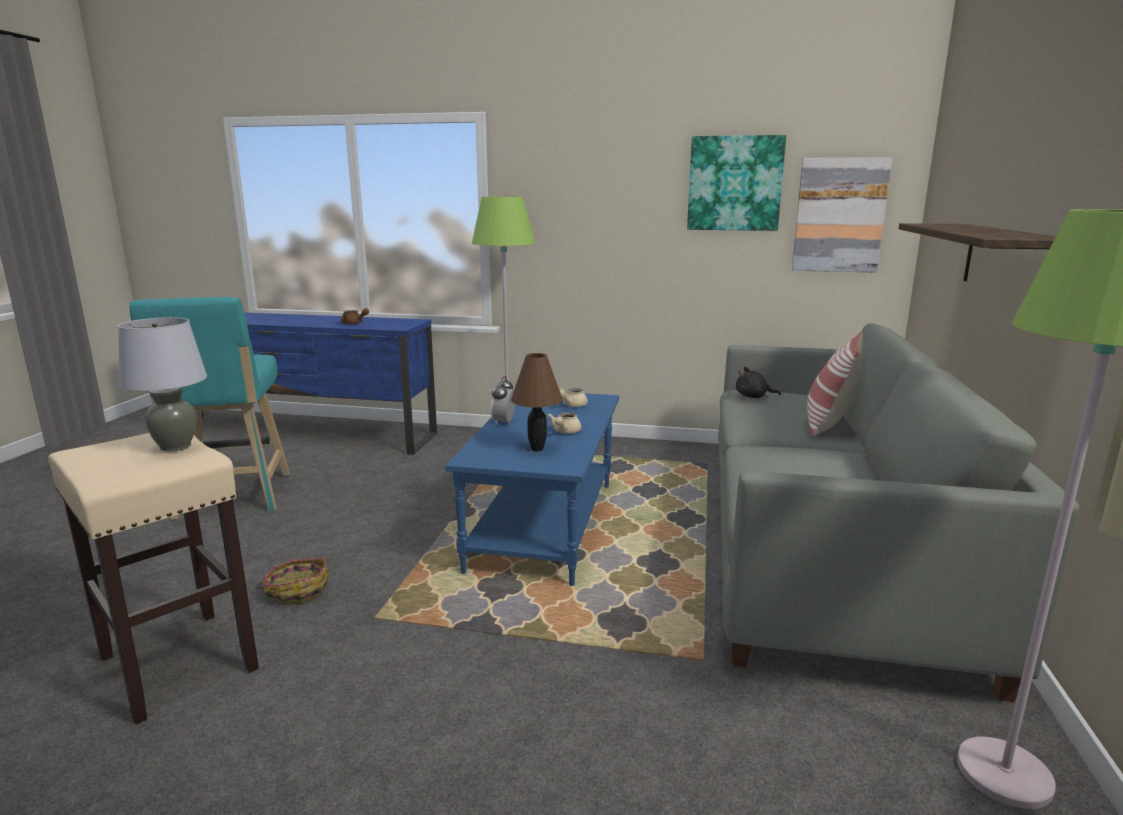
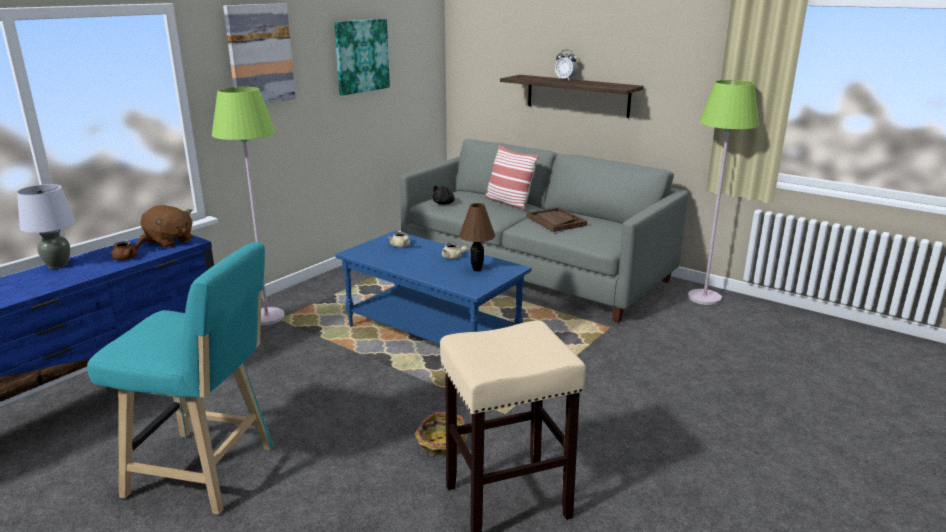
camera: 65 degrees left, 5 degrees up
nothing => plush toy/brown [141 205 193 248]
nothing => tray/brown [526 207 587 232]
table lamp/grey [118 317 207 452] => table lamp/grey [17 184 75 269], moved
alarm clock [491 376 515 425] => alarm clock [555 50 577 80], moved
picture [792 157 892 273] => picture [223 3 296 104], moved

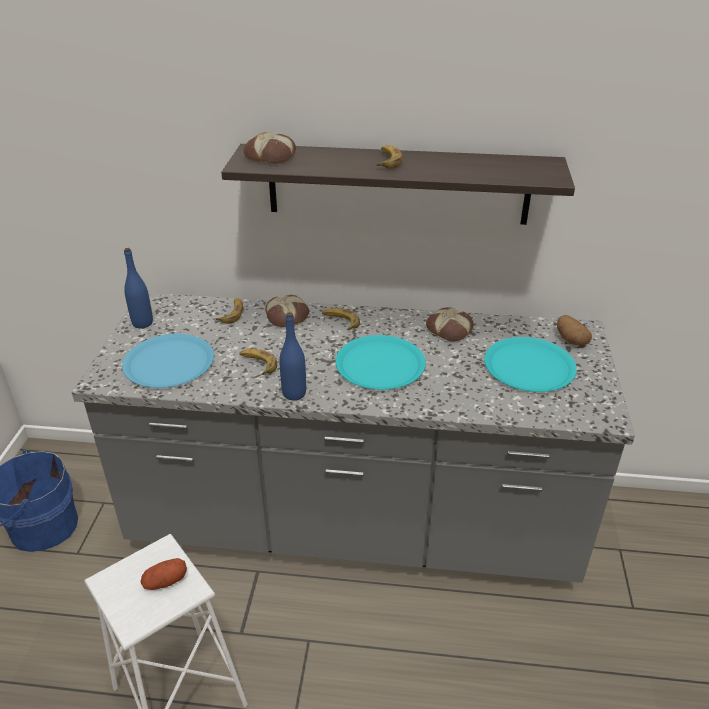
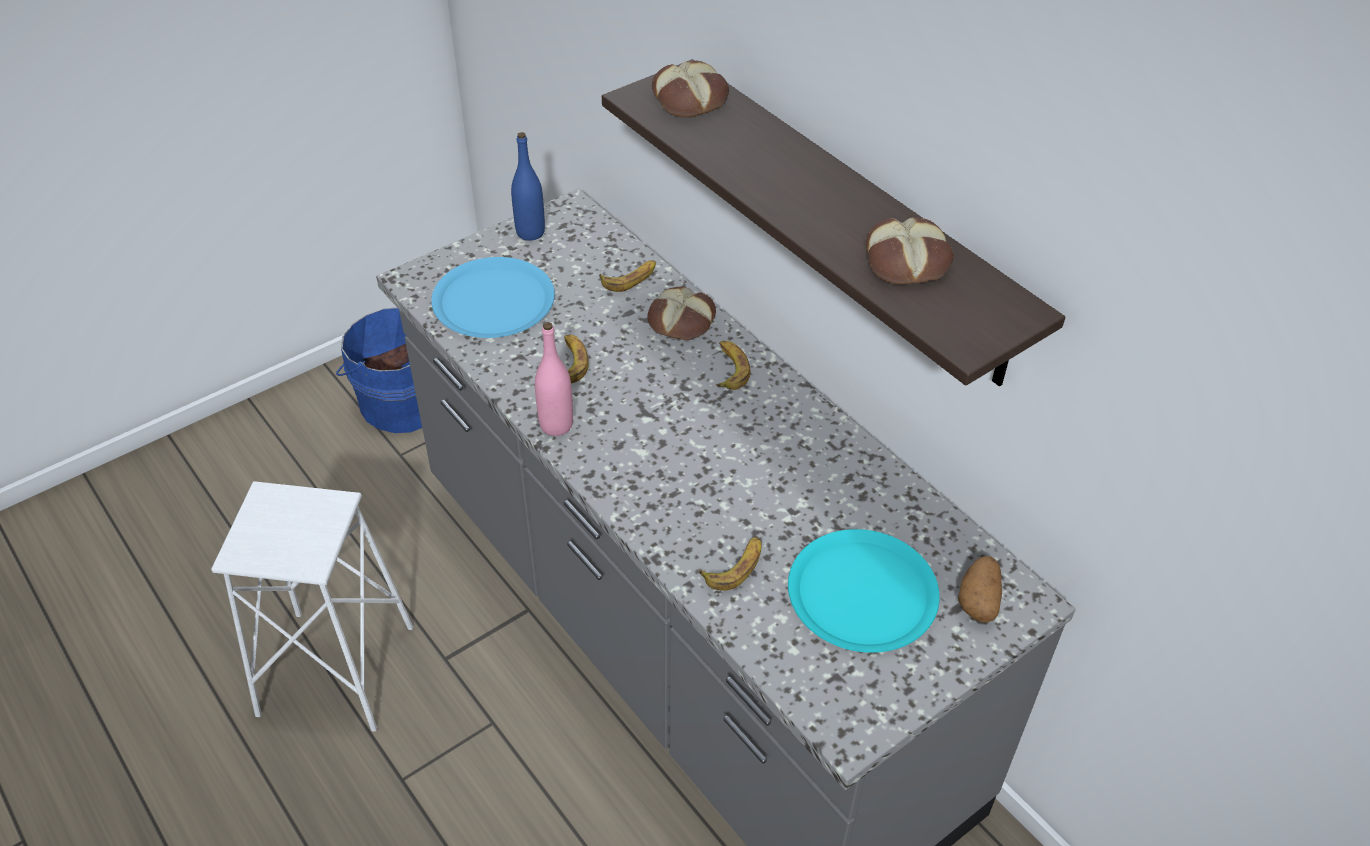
camera: 45 degrees right, 10 degrees up
potato [141 558 187 590] => nothing
plate/turquoise [335 335 426 390] => nothing
banana [376 145 403 169] => banana [699 537 761 591], moved
bread [426 307 474 341] => bread [866 217 954 285], moved
bottle/blue [279 312 306 400] => bottle/pink [535 322 573 436]

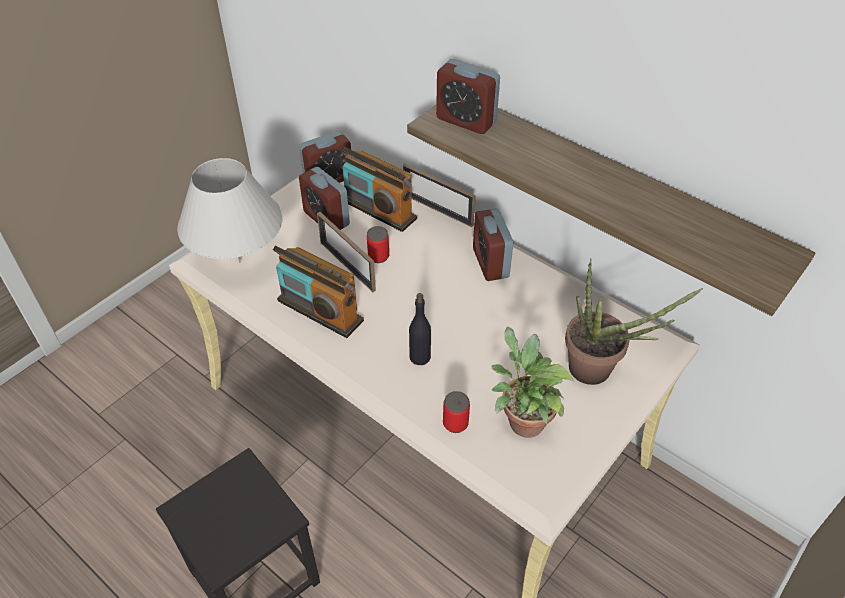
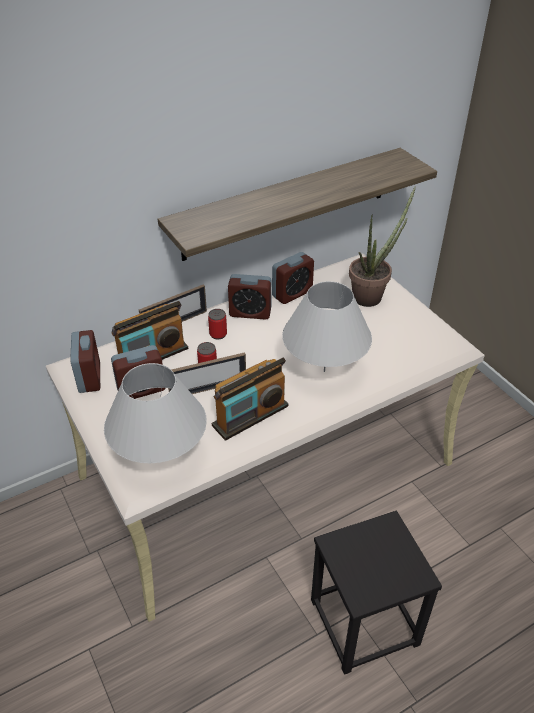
camera: 70 degrees left, 5 degrees down
potted plant [492 326 574 438] => nothing
alarm clock [436 59 500 134] => alarm clock [272 252 314 304], moved
can [443 391 470 433] => can [208 309 227 339], moved
bottle/black [409 293 431 365] => table lamp/white [282 281 372 372]

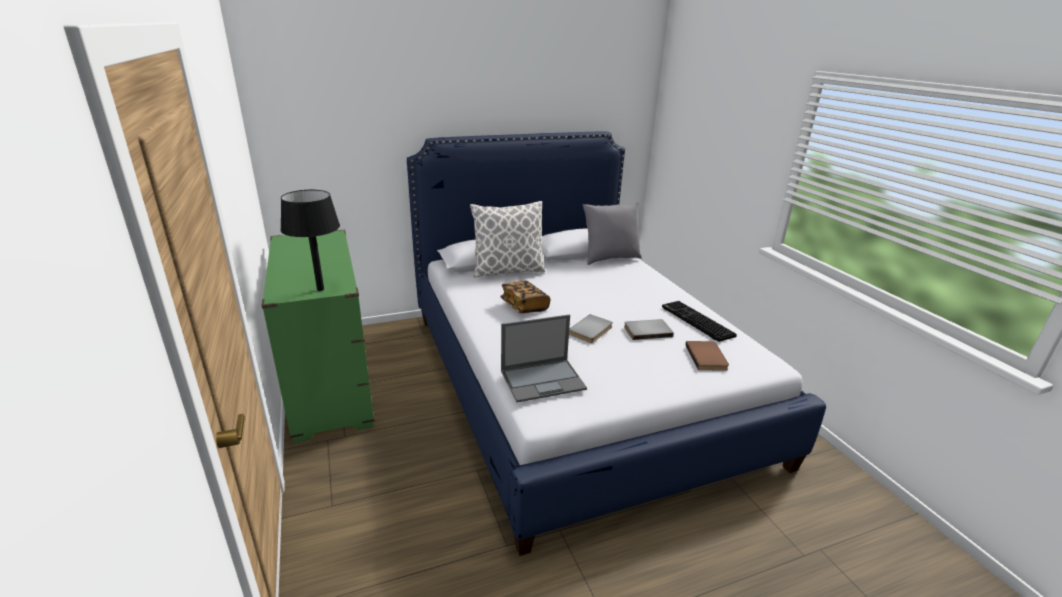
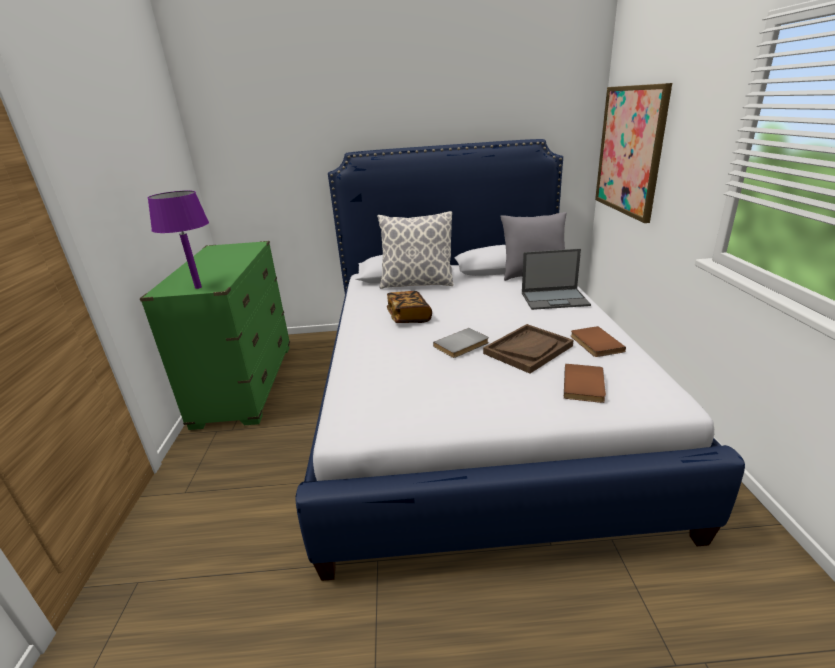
camera: 20 degrees right, 0 degrees up
nothing => picture [595 83 672 223]
laptop [501 314 587 402] => laptop [522 249 591 310], moved
book/grey [624 319 674 340] => tray/brown [483 324 574 374]
keyboard [662 301 737 342] => book/brown [571 326 626 357]
table lamp/black [280 190 340 291] => table lamp/purple [147 191 209 289]

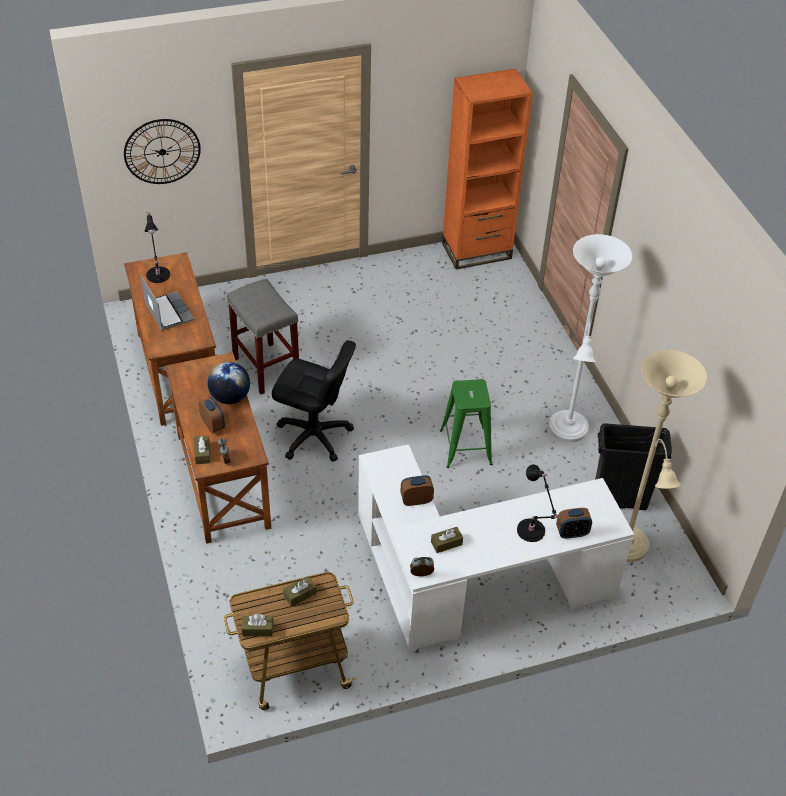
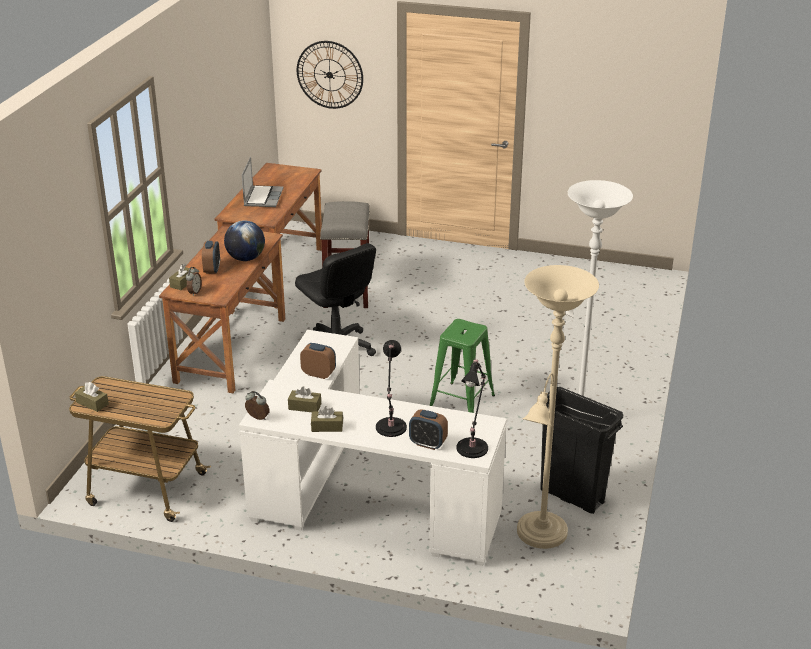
camera: 35 degrees right, 15 degrees down
bookcase/orange [442 68 533 269] => nothing
table lamp/black [144 212 170 283] => table lamp/black [457 358 488 458], moved
tissue box/brown [283 576 316 607] => tissue box/brown [311 406 343 432], moved

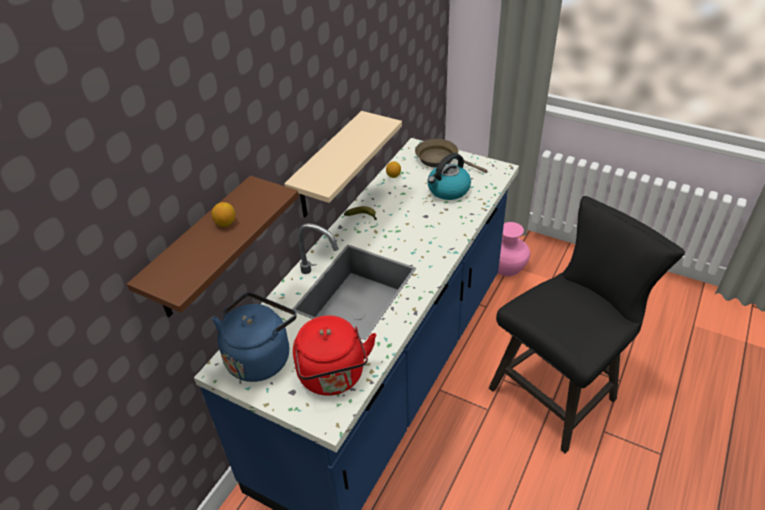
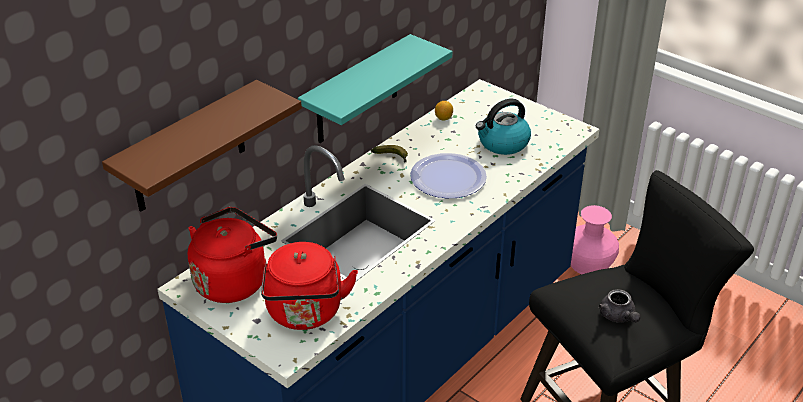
camera: 10 degrees right, 5 degrees down
lemon [212 202 235 227] => nothing
frying pan/brown [415 139 487 173] => nothing
nothing => plate [410 153 487 198]
nothing => teapot/grey [598 289 641 323]
kettle/blue [212 292 297 382] => kettle/red [188 207 277 303]
shelf/beige [284 111 402 217] => shelf/turquoise [298 34 452 143]

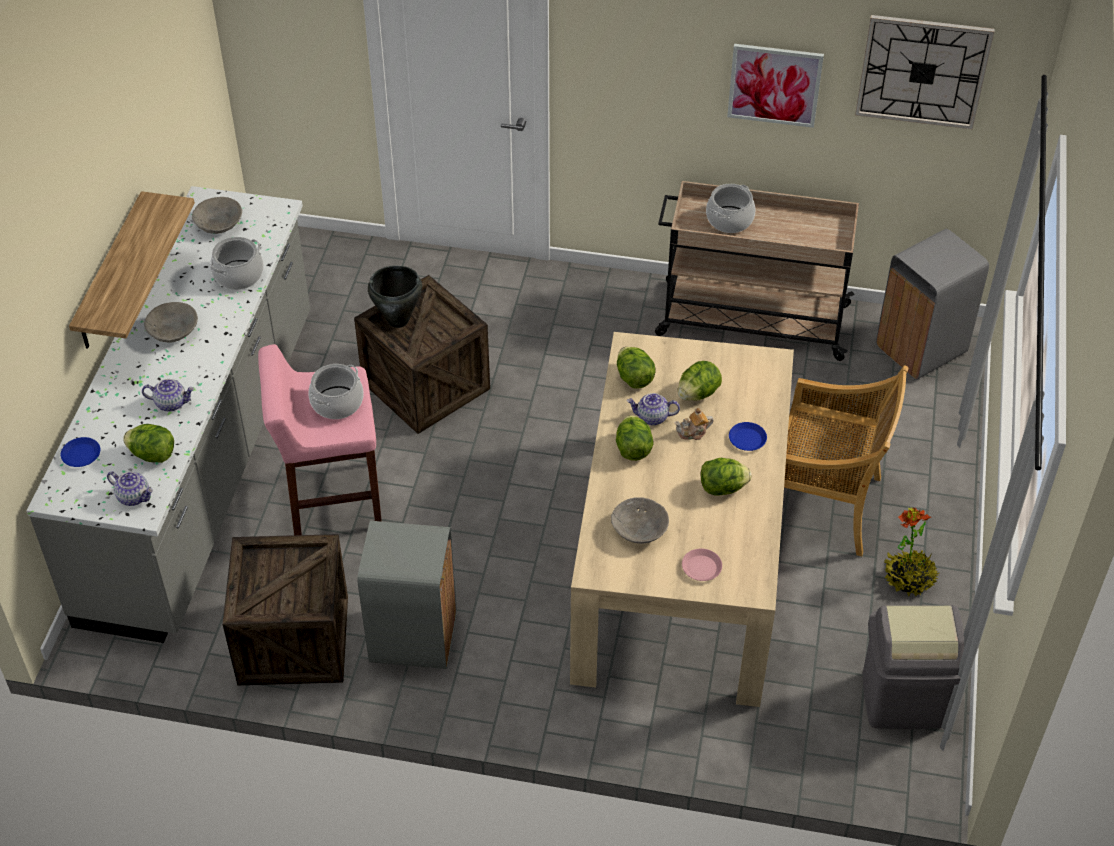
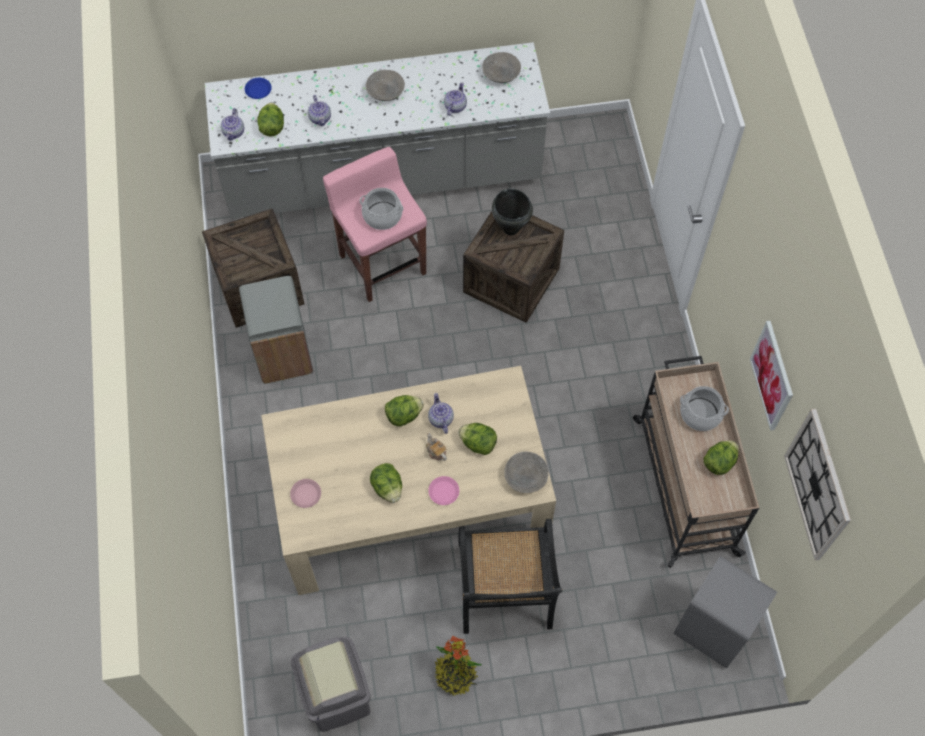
camera: 70 degrees right, 15 degrees up
shelf [69 191 195 349] => nothing
bowl/grey [611 497 669 544] => bowl/grey [504 452 549 493], moved
lettuce [617 347 656 389] => lettuce [704 440 739 475], moved
cooking pot [210 237 264 290] => teapot [444 82 467 116]
plate/blue [729 422 767 451] => plate/pink [428 476 459 505]
chair/beige [784 365 909 557] => chair/black [458 519 562 634]

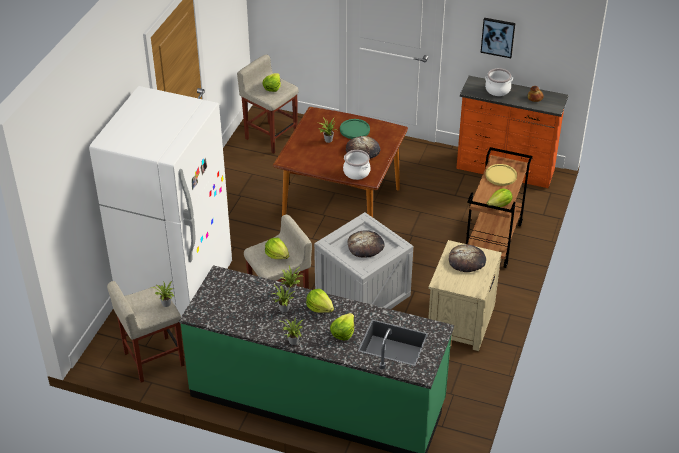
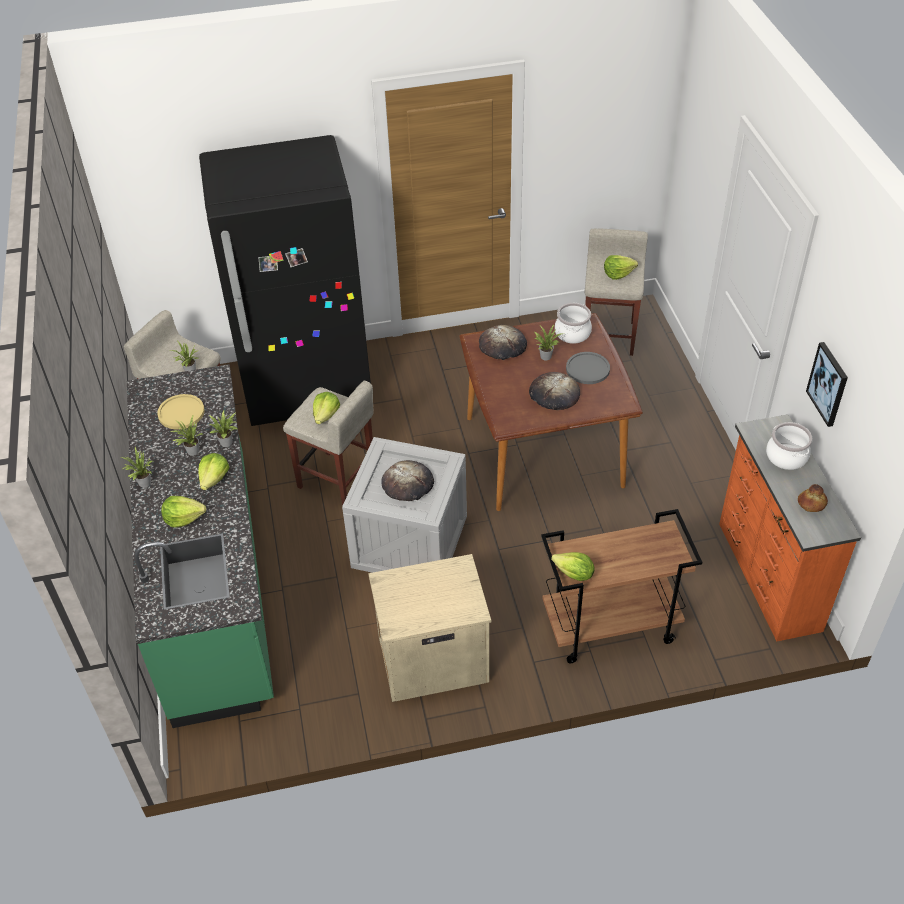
camera: 60 degrees right, 5 degrees up
cooking pot [343 150 371 180] => cooking pot [555 303 592 344], moved
bread [449 244 486 272] => bread [479 325 527 360], moved
plate/yellow [485 164 517 186] => plate/yellow [157 394 205 430], moved
fridge/white [89 86 232 316] => fridge/black [199 135 371 426]
plate/green [340 119 370 139] => plate/grey [566 352 610 384]

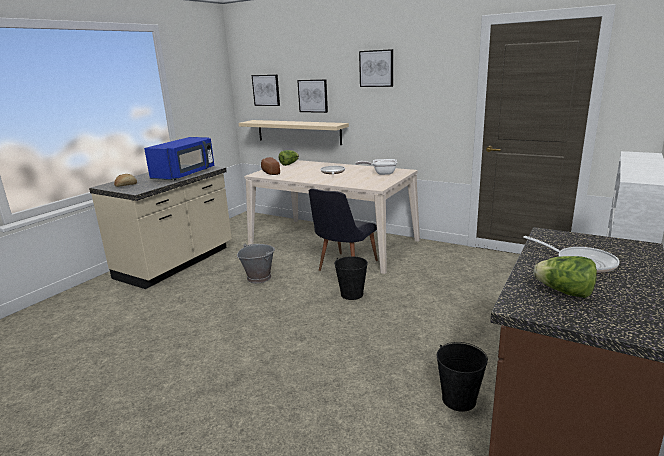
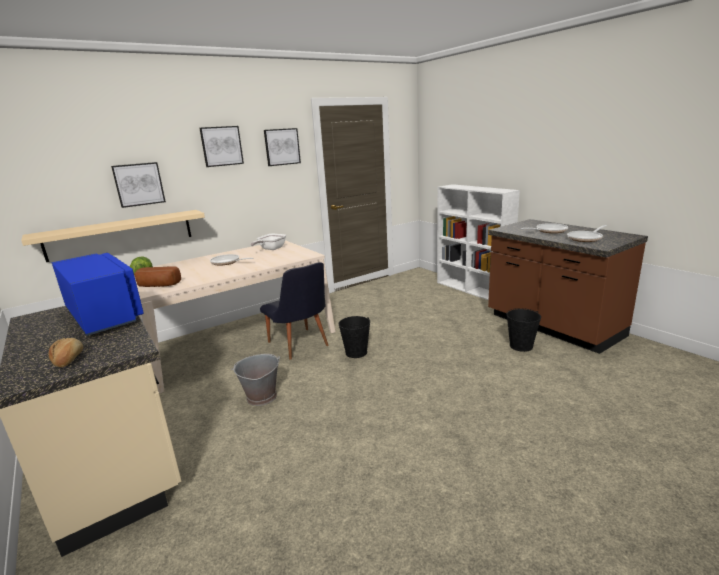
camera: 65 degrees left, 0 degrees up
picture [252 74 280 106] => picture [264 128 301 166], moved
lettuce [533 256 597 298] => frying pan [567 225 607 242]

